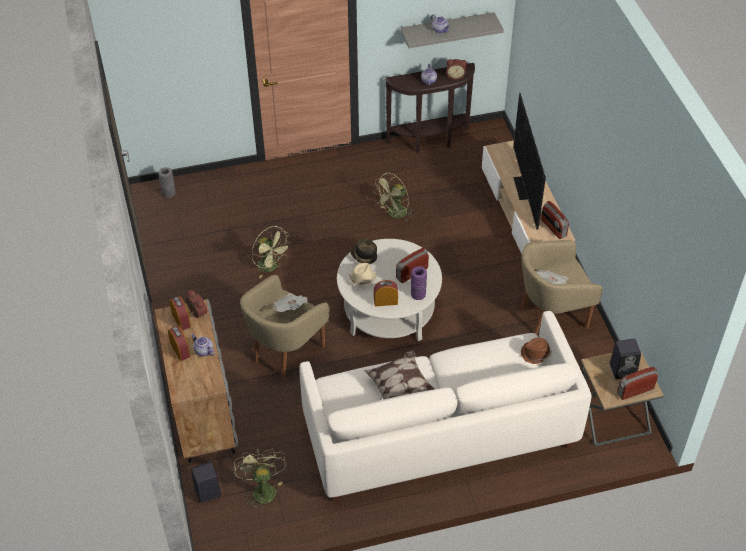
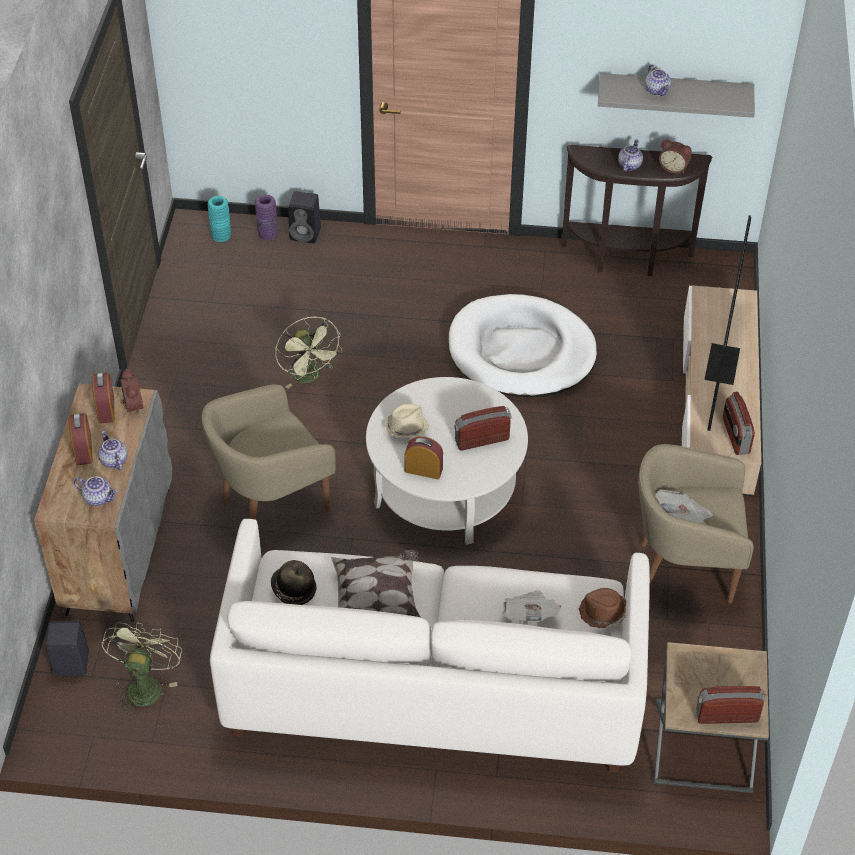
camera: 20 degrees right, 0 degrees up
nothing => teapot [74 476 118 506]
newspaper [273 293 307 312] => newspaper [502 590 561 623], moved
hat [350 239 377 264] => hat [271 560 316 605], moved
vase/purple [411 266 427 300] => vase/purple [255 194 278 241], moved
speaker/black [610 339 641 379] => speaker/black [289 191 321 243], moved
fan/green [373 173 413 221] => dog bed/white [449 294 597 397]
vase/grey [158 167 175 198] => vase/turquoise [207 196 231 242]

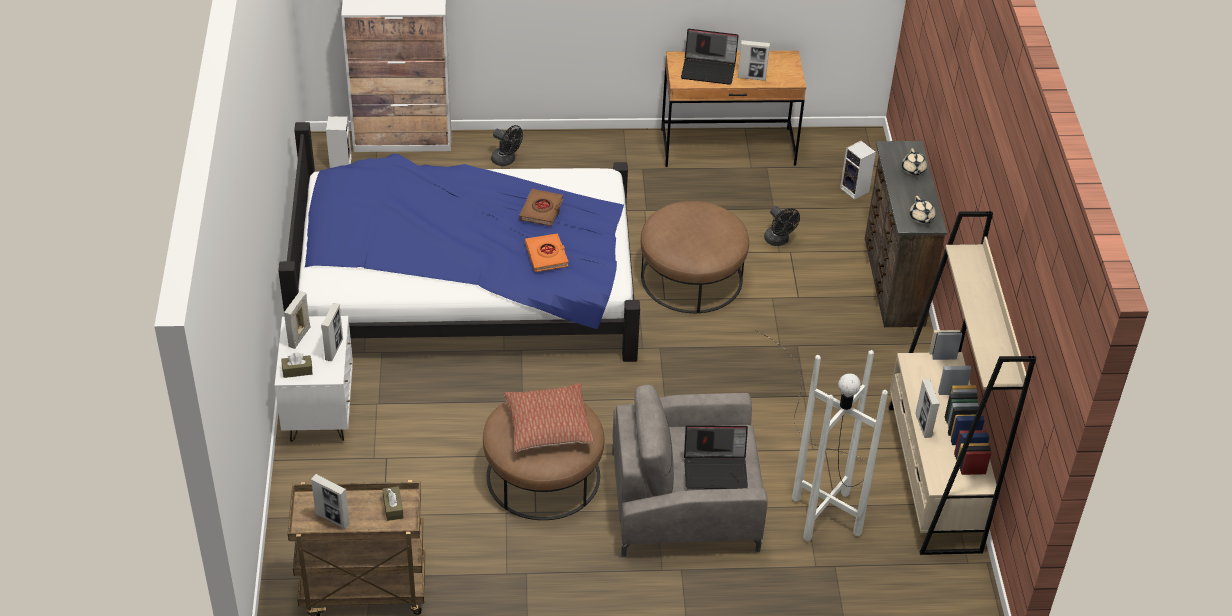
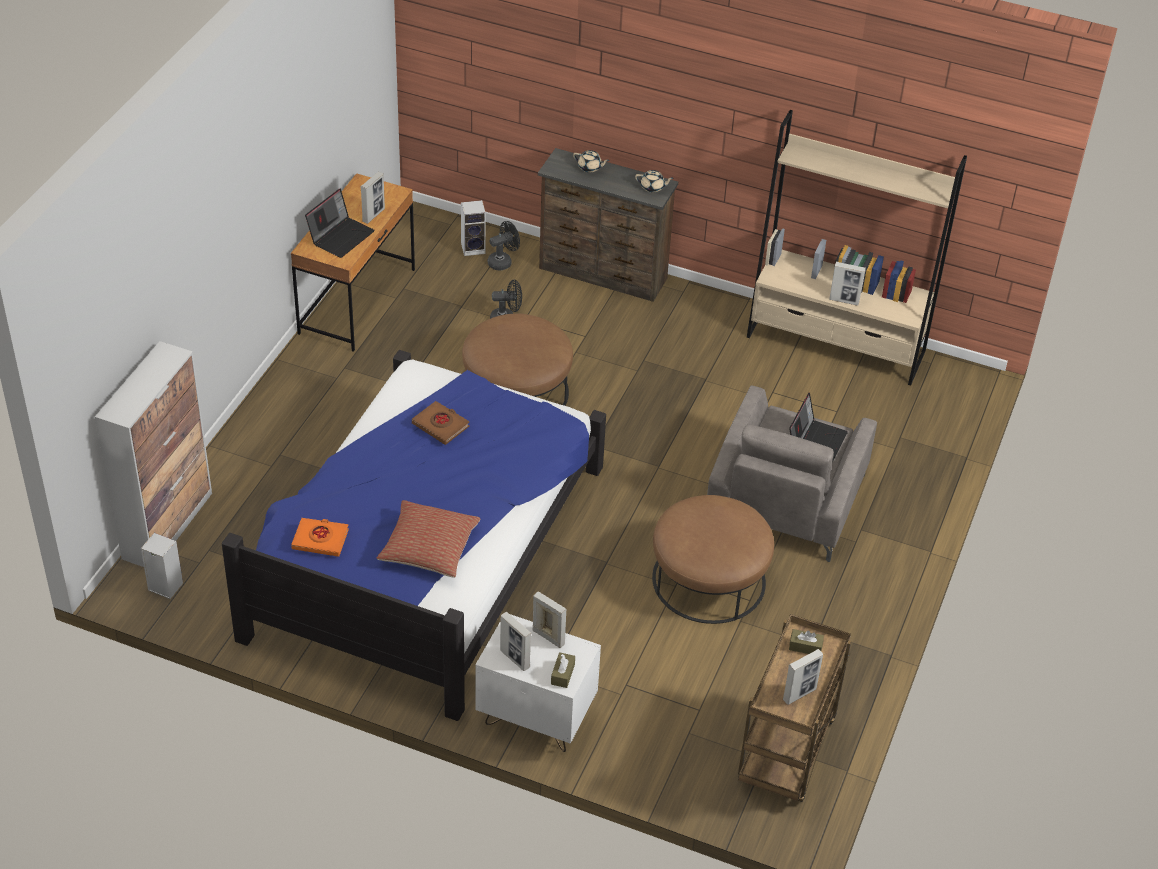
camera: 65 degrees left, 0 degrees up
floor lamp/white [755 330 888 541] => nothing
fan/black [491 125 523 166] => fan/black [488 221 520 270], moved
pillow [504 383 594 452] => pillow [377 500 481 578], moved
book/orange [525 233 569 272] => book/orange [291 518 349 557], moved

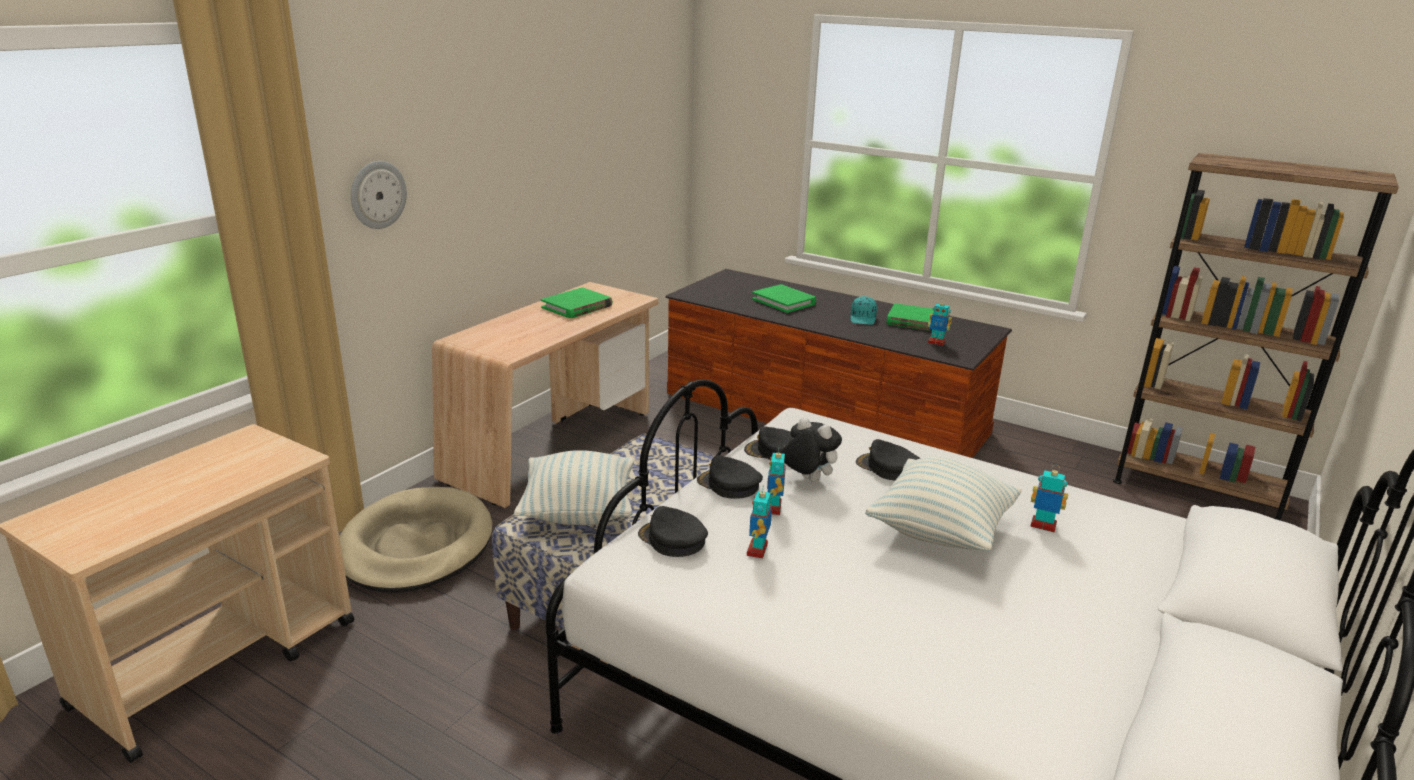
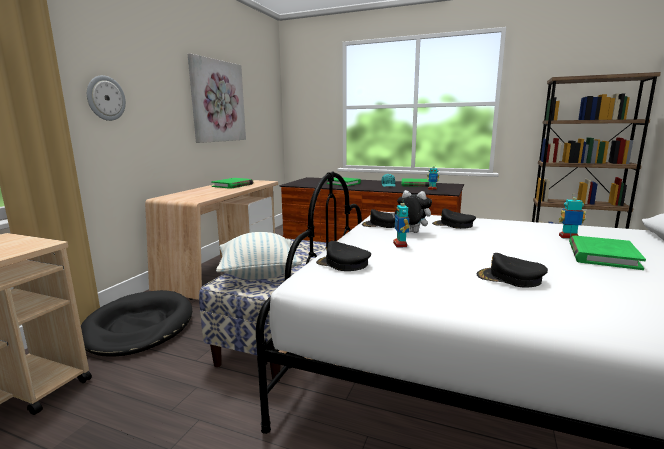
camera: 10 degrees left, 10 degrees down
toy robot [747 485 772 558] => nothing
pillow [865 456 1022 551] => nothing
nothing => picture [188 54 246 143]
nothing => book/green [569 235 646 270]
cap/black [697 455 763 499] => cap/black [476 253 548 288], moved
dog bed/beige [339 487 492 593] => dog bed/black [81 290 192 357]

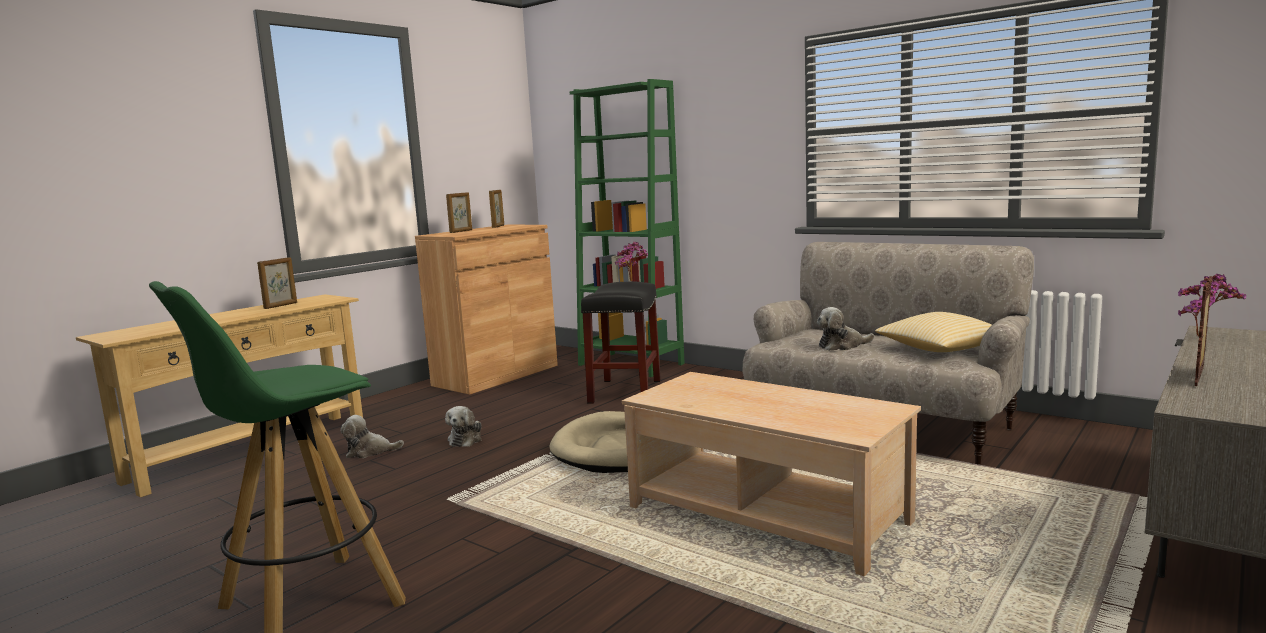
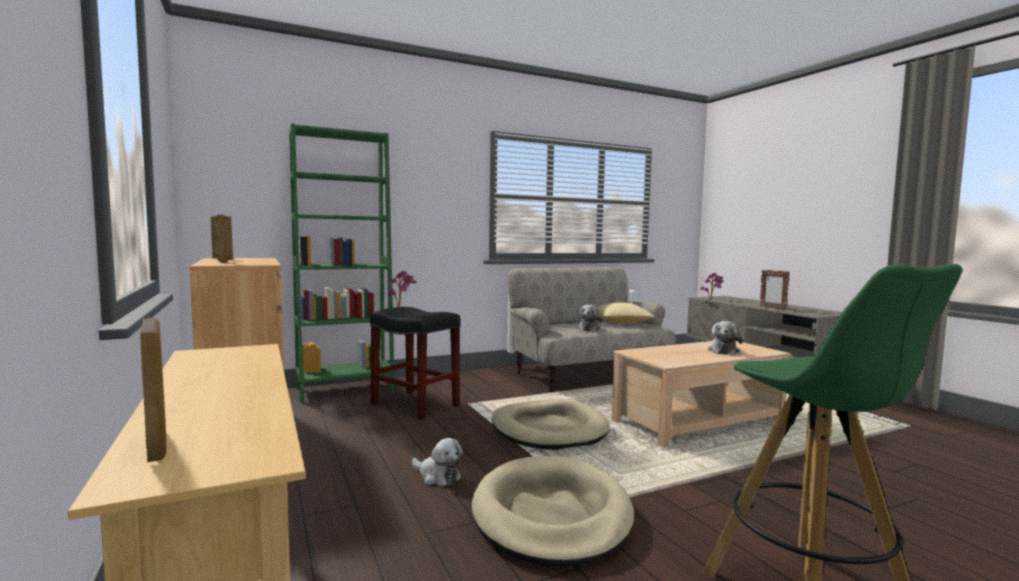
camera: 65 degrees left, 5 degrees down
nothing => dog bed/beige [472 456 634 567]
picture frame [257 257 297 309] => picture frame [140 318 166 462], moved
plush toy [340 415 404 458] => plush toy [708 321 743 355], moved

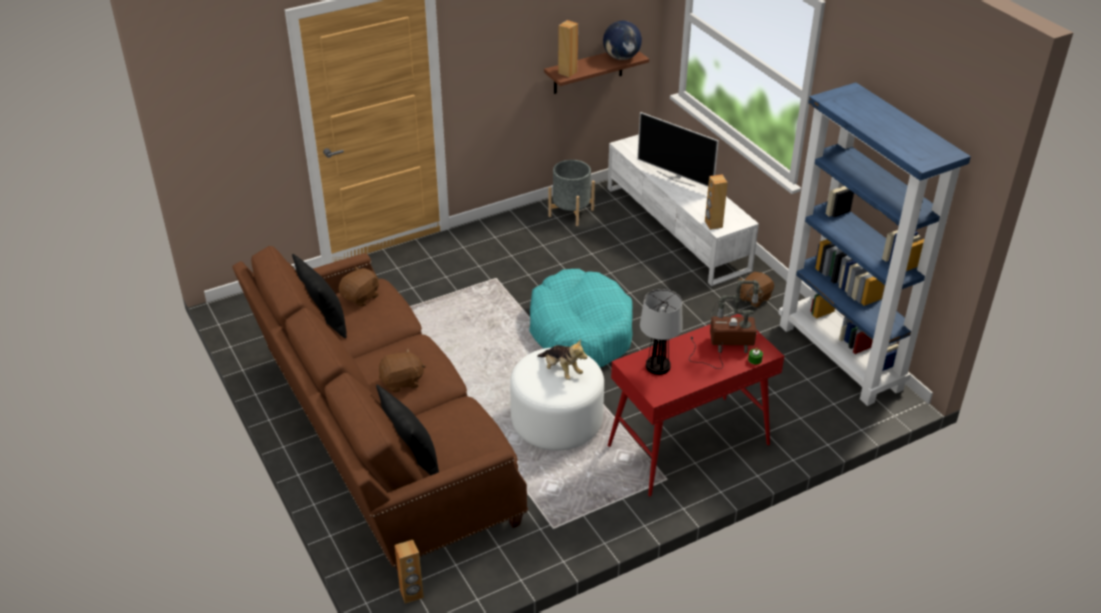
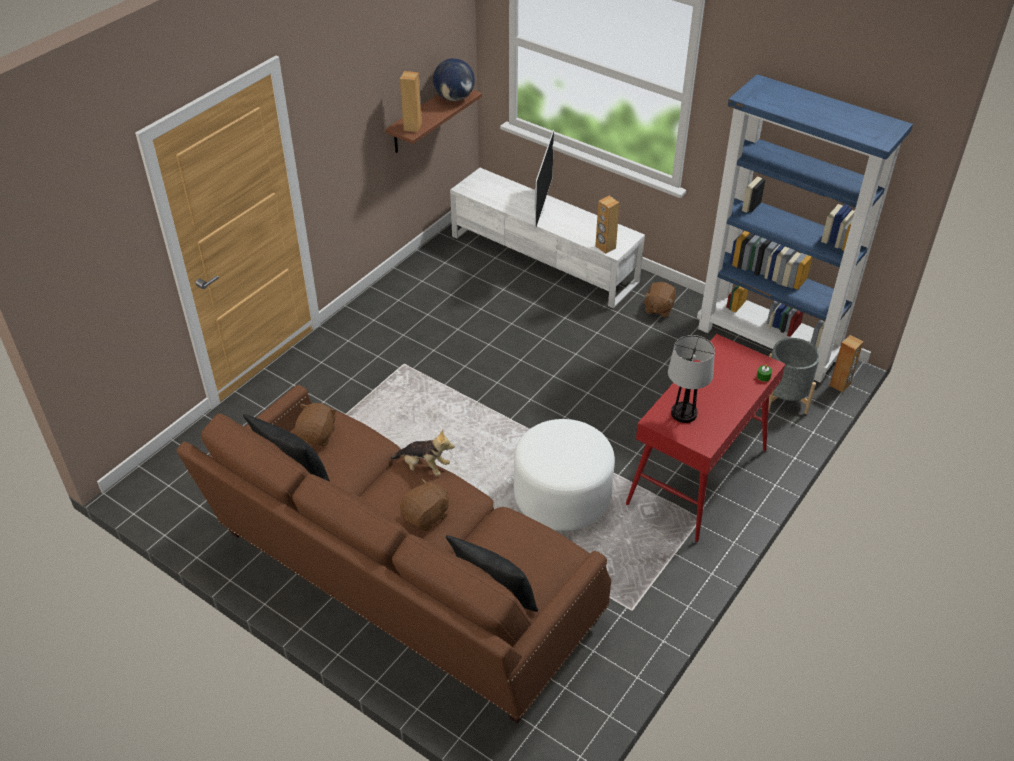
camera: 25 degrees left, 5 degrees up
dog bed/turquoise [529 269 633 367] => nothing
table lamp [689 280 764 369] => nothing
speaker/brown [394 540 424 604] => speaker/brown [829 335 864 392], moved
plush toy [537 339 588 380] => plush toy [390 429 455 476], moved
planter/grey [548 160 595 226] => planter/grey [768 338 820 414], moved
television [637 112 719 187] => television [535 130 554 231], 90 degrees counterclockwise

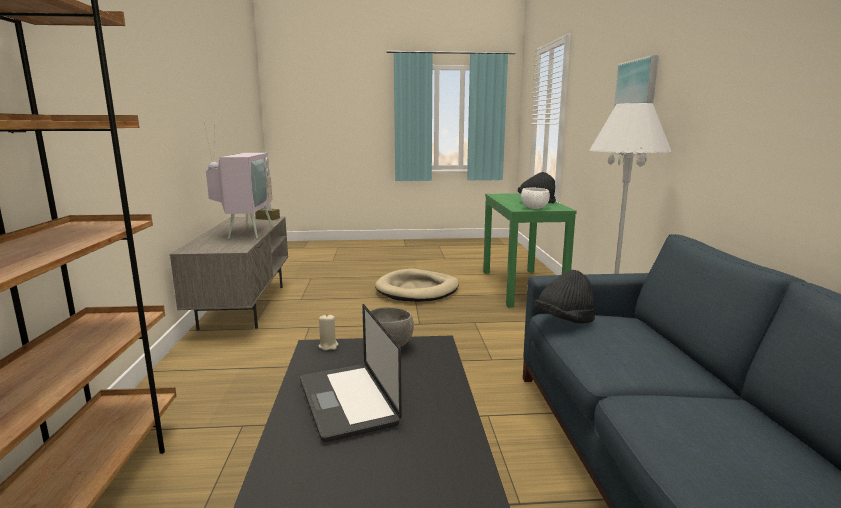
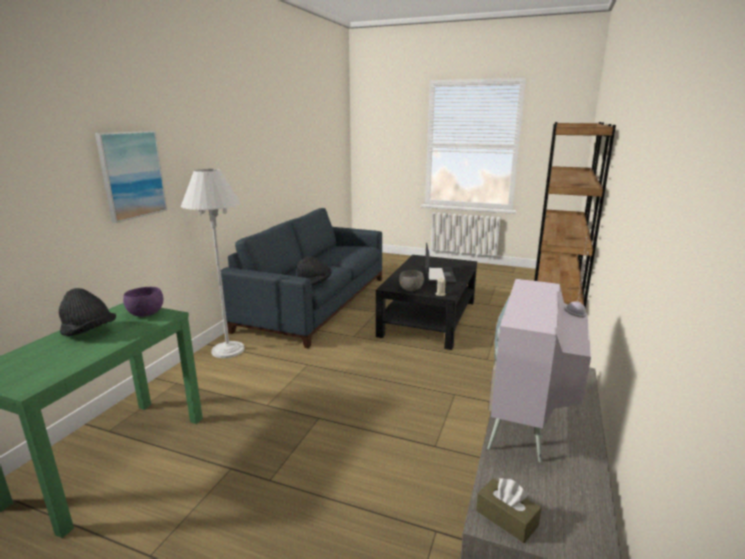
camera: 155 degrees left, 5 degrees up
dog bed/beige [375 269 459 302] => nothing
bowl/white [521 188 550 209] => bowl/purple [123 287 163 317]

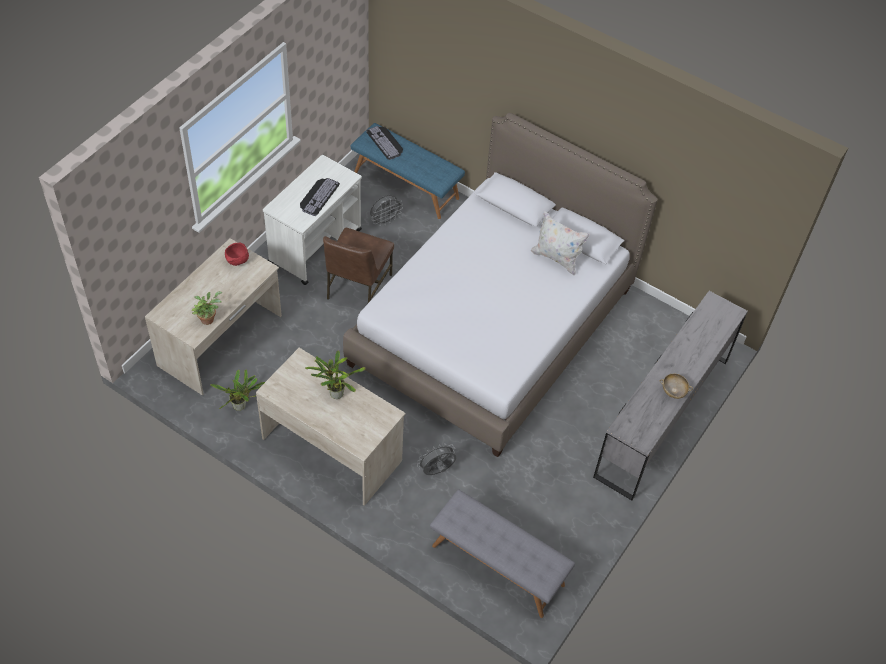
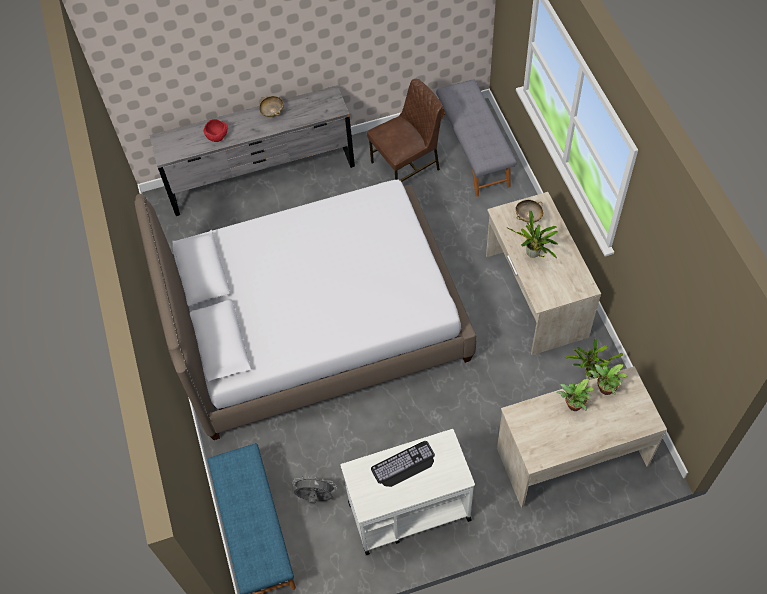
camera: 135 degrees left, 5 degrees up
keyboard [366 126 403 160] => nothing
fan/grey [417 443 456 475] => nothing
pillow/white [531 211 590 276] => nothing
nothing => bowl/beige [515 200 543 223]
nothing => potted plant [556 379 594 411]
bowl/red [225 242 249 266] => bowl/red [203 119 228 142], moved
chair/brown [323 228 394 303] => chair/brown [367 79 443 182], moved

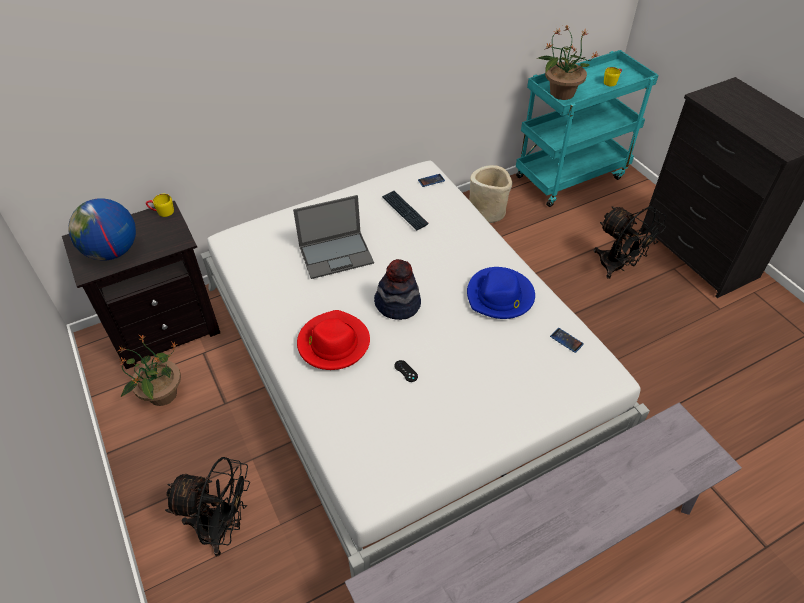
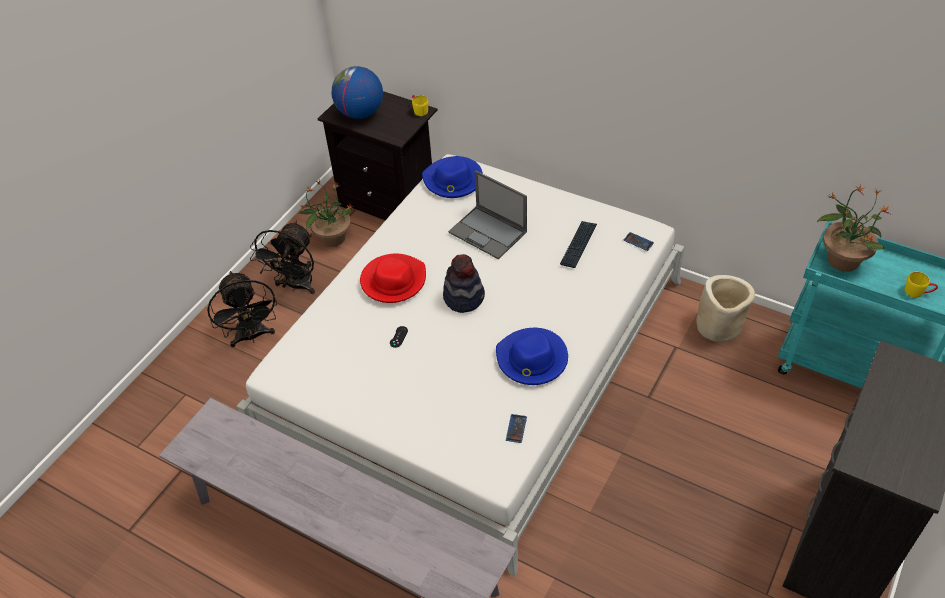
camera: 60 degrees right, 0 degrees up
nothing => hat/blue [422 156 483 198]
fan/black [593 206 667 279] => fan/black [250 221 315 294], moved

